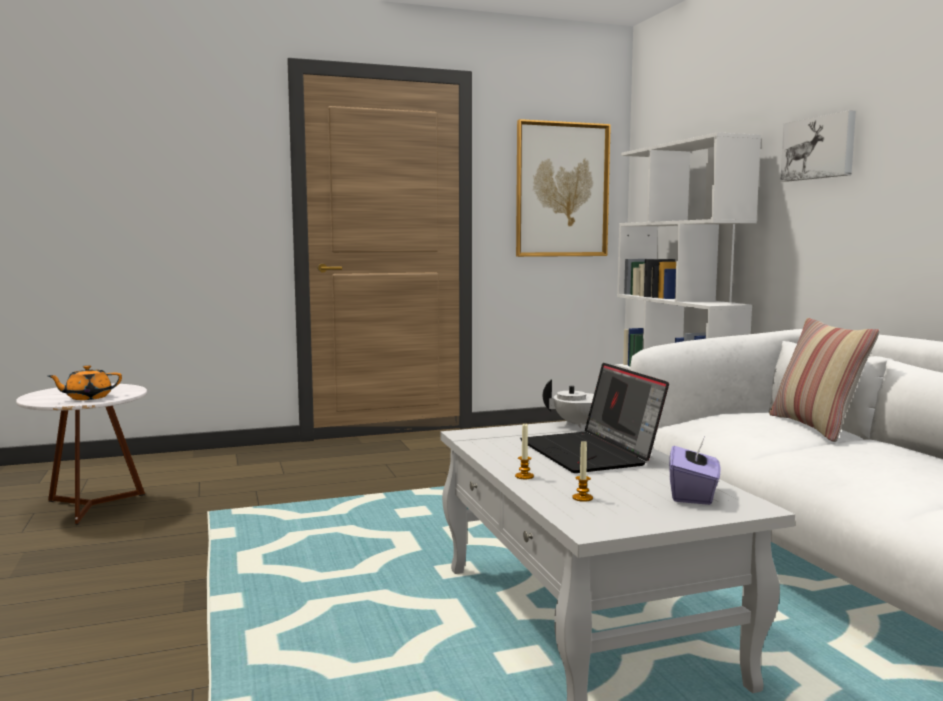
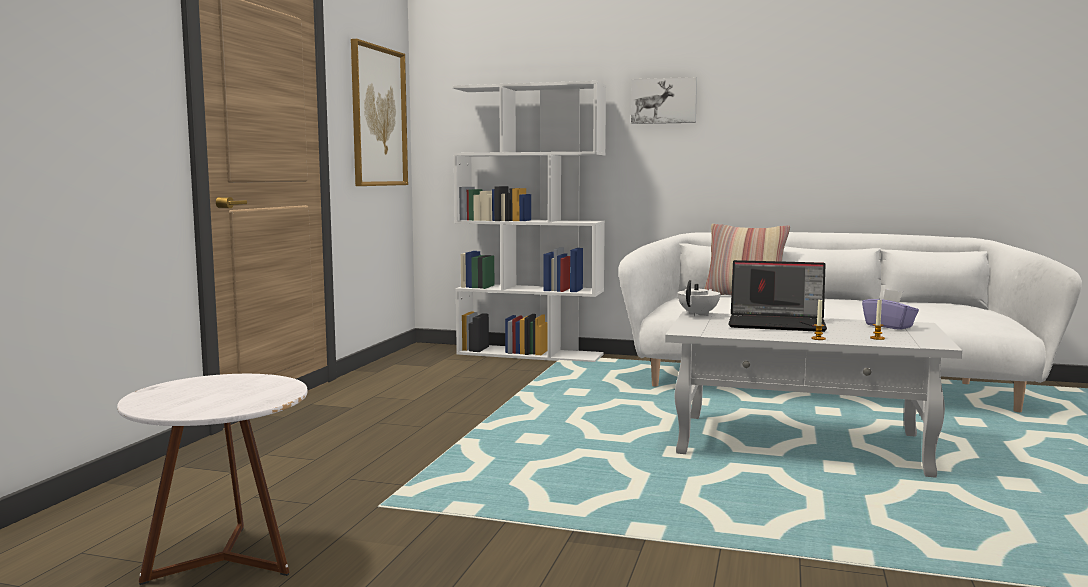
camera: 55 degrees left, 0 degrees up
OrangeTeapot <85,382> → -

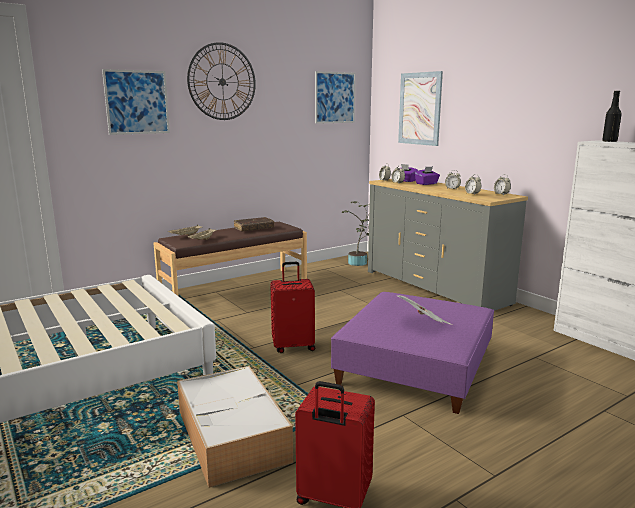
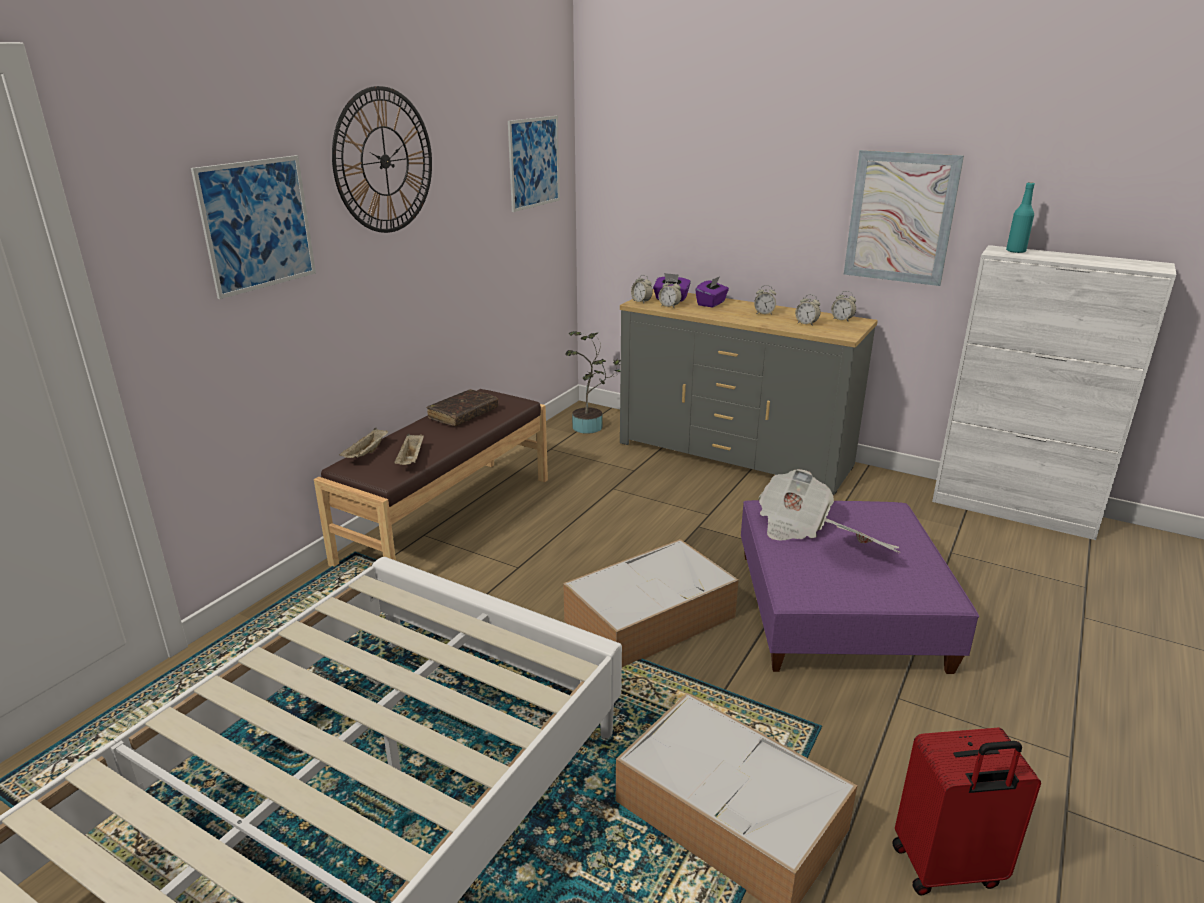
camera: 25 degrees left, 10 degrees up
RedSuitcase <292,307> → StorageBox <651,603>
Picture <420,108> → Picture <904,218>, shifted
BlackBottle <611,116> → TurquoiseBottle <1020,217>
- → Newspaper <796,505>

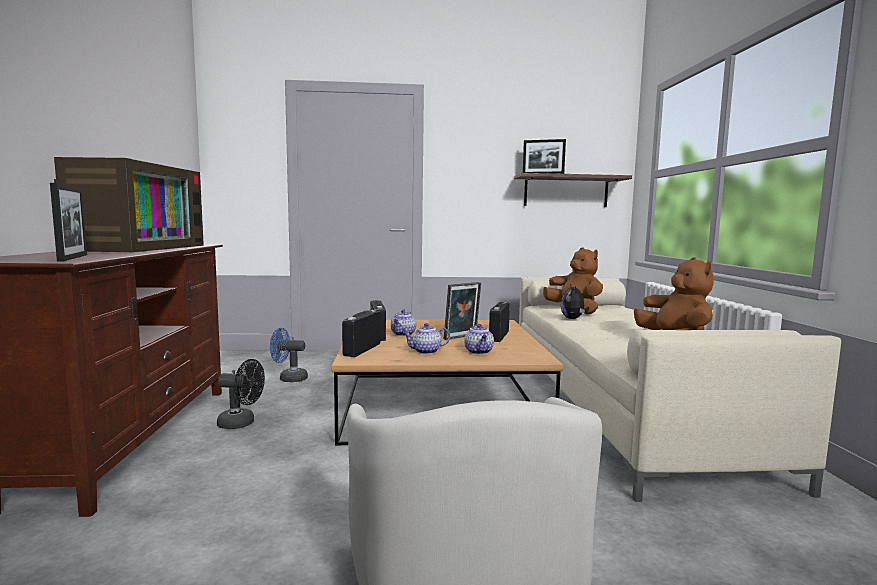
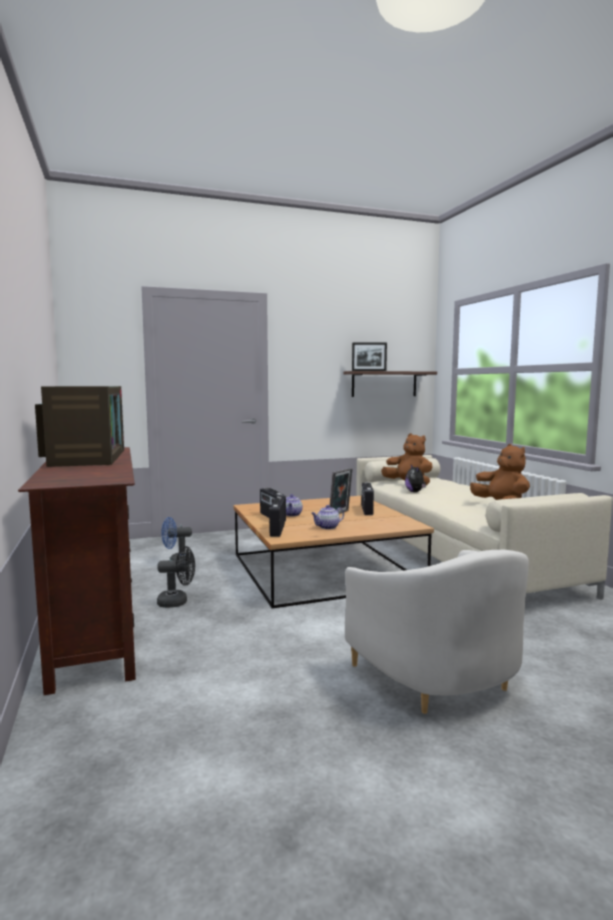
camera: 15 degrees left, 0 degrees up
PictureFrame <68,222> → -
Teapot <479,339> → -

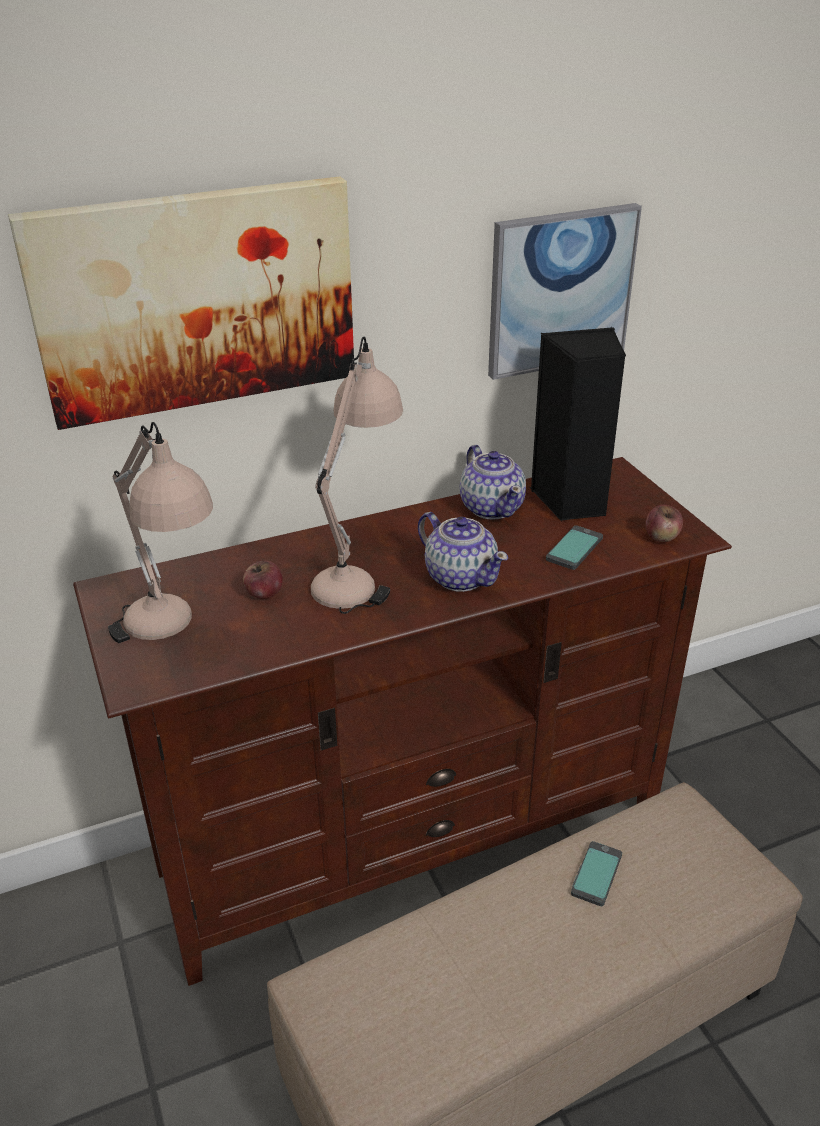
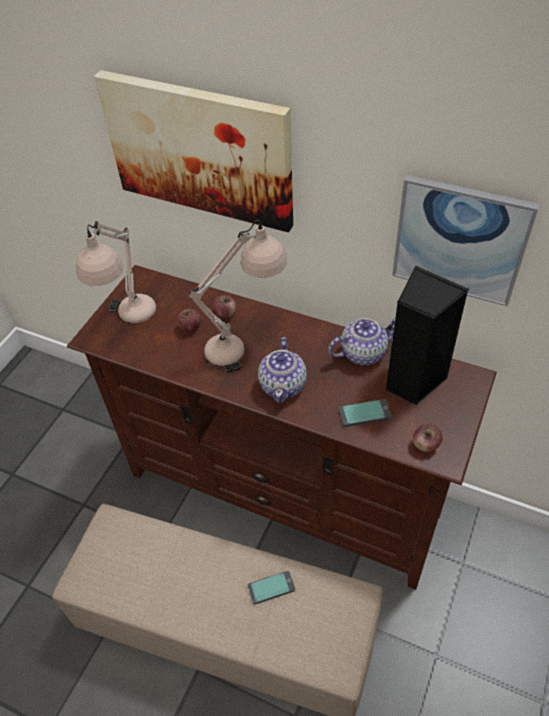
camera: 50 degrees right, 15 degrees up
Teapot <493,482> → Teapot <361,341>, 135 degrees counterclockwise
- → Apple <224,307>

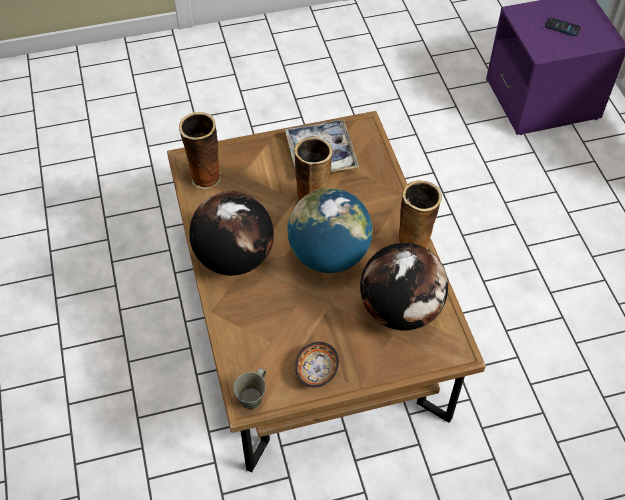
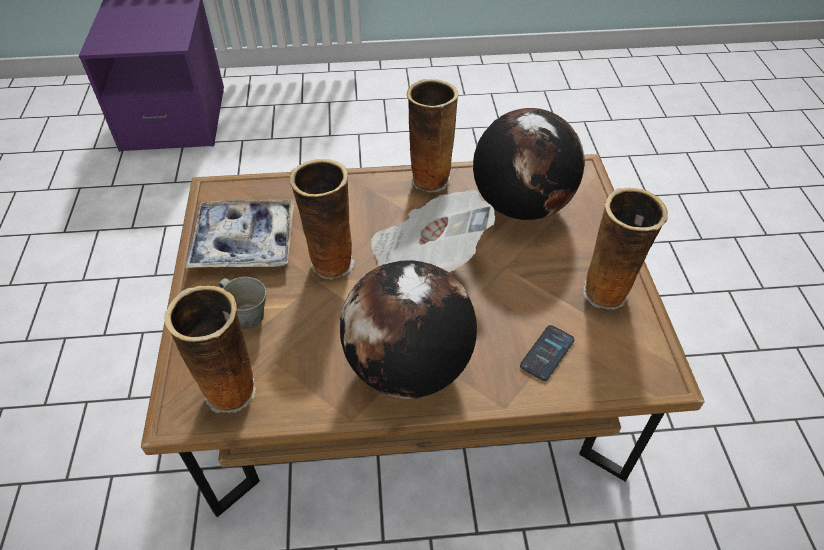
camera: 80 degrees left, 5 degrees down
GreyMug <249,388> → GreyMug <242,303>, shifted
Globe <330,230> → Newspaper <433,231>
Bowl <317,365> → Vase <625,249>
Phone <563,26> → Phone <547,353>, shifted

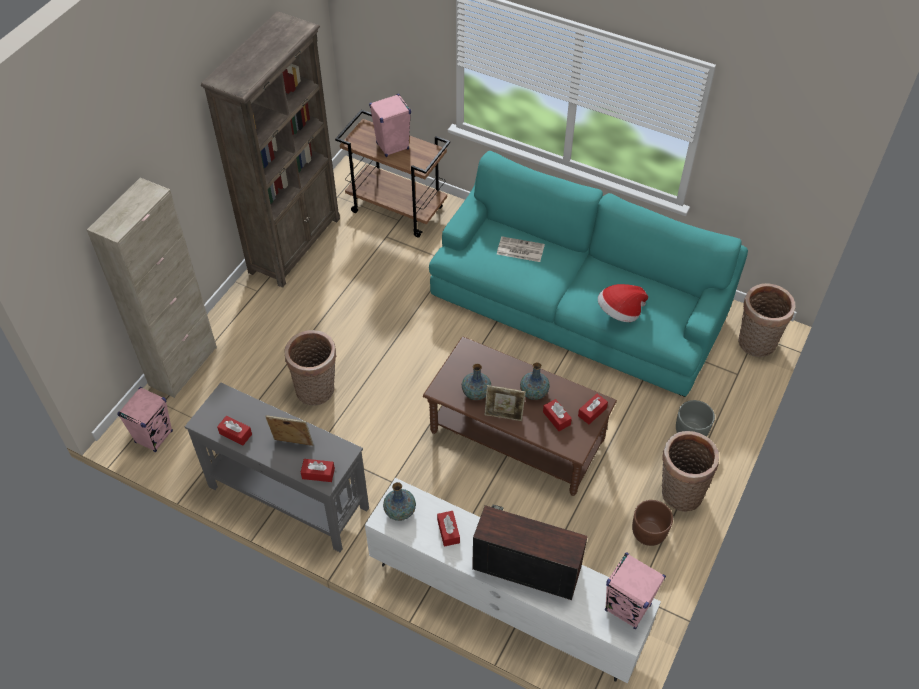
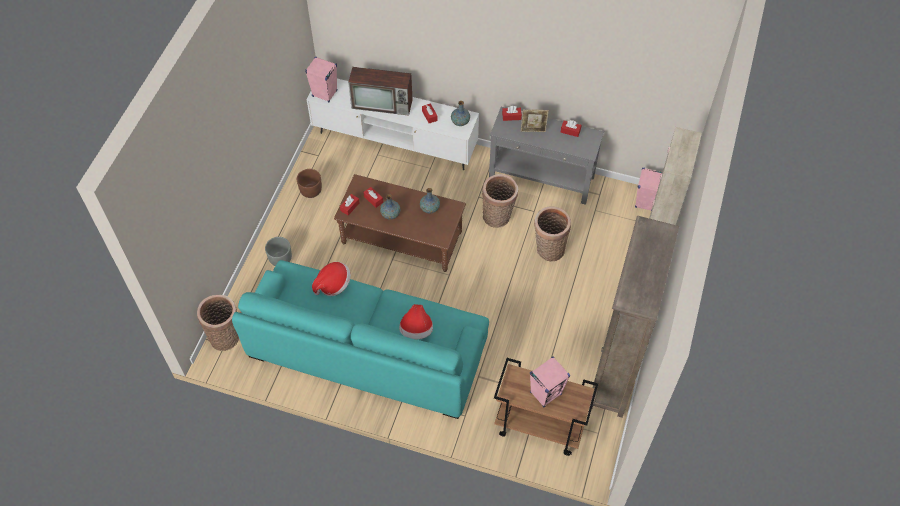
camera: 170 degrees right, 5 degrees up
PictureFrame <505,403> → -
Newspaper <521,249> → Hat <416,321>
Basket <690,471> → Basket <500,201>, shifted

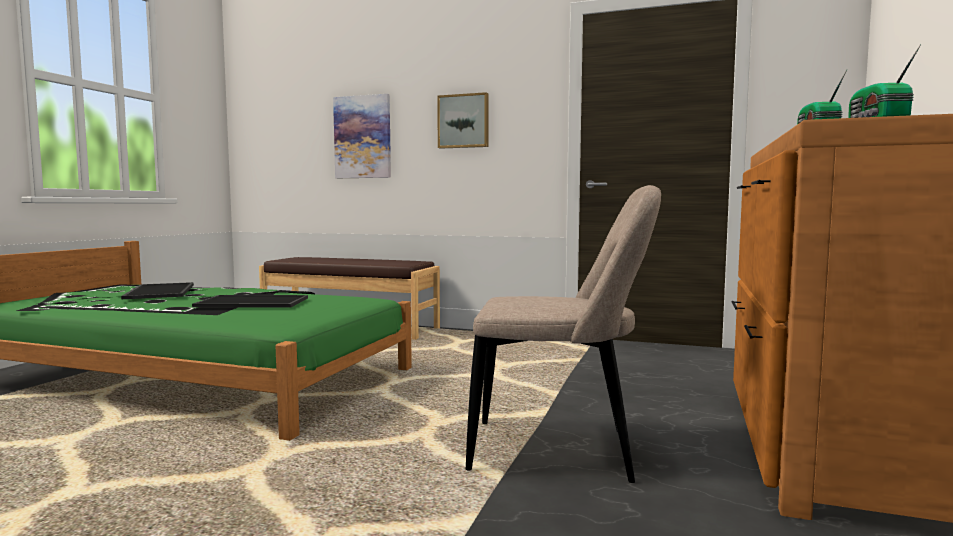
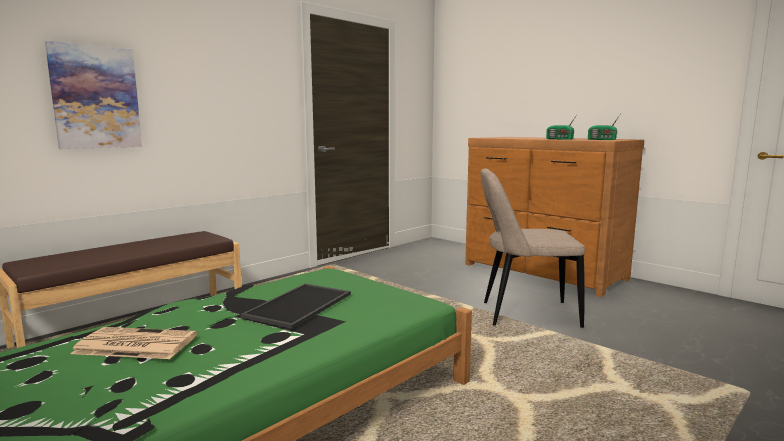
camera: 65 degrees left, 5 degrees up
Tray <157,290> → Newspaper <133,343>
Picture <463,120> → -
BeigeChair <563,334> → BeigeChair <532,248>, 120 degrees counterclockwise

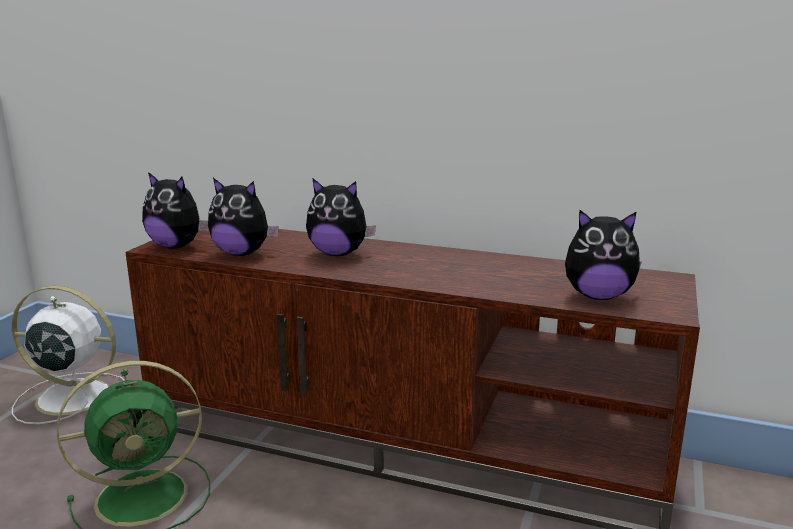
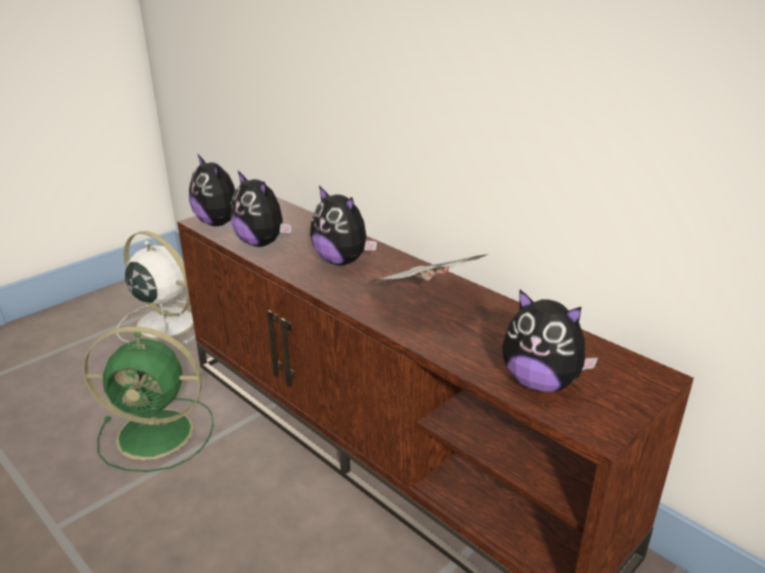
camera: 25 degrees right, 10 degrees up
- → Newspaper <429,268>

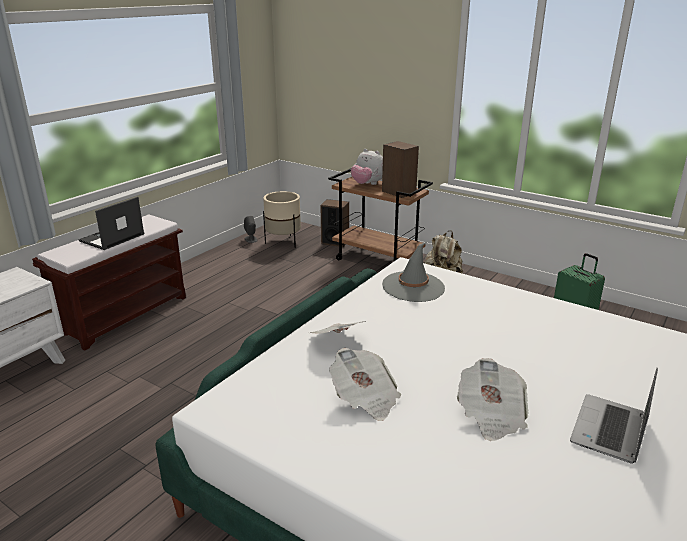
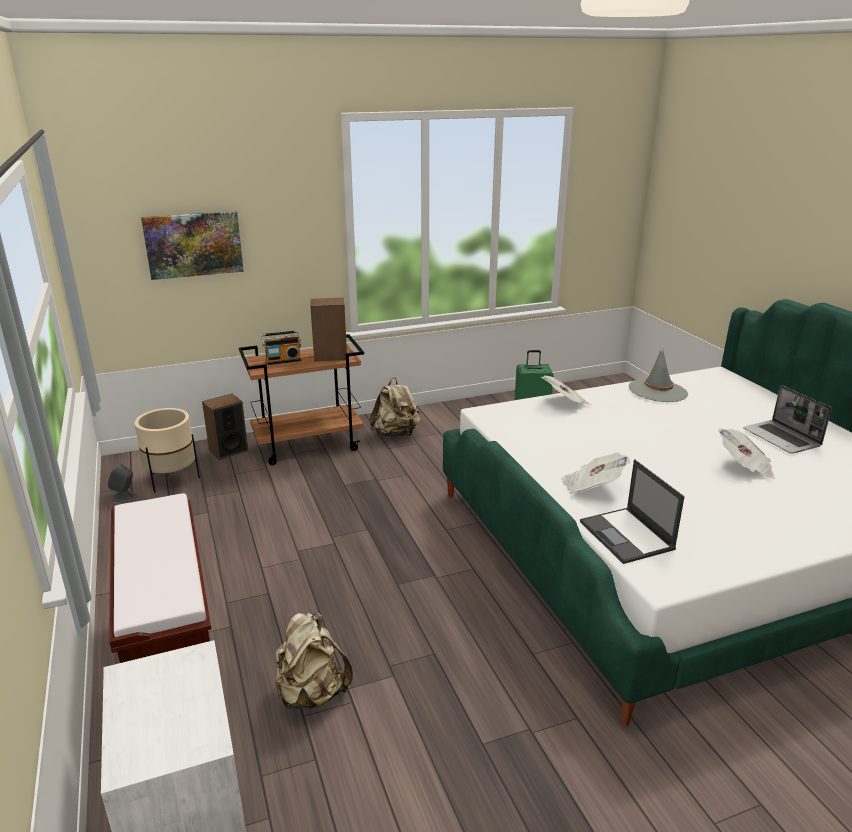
camera: 55 degrees left, 0 degrees up
Laptop <111,223> → Laptop <632,511>, shifted
Newspaper <365,384> → Newspaper <566,390>, shifted
PlushToy <367,167> → Radio <281,347>
GreyHat <413,272> → GreyHat <658,375>, shifted
- → Picture <192,245>
- → BeigeBackpack <314,661>

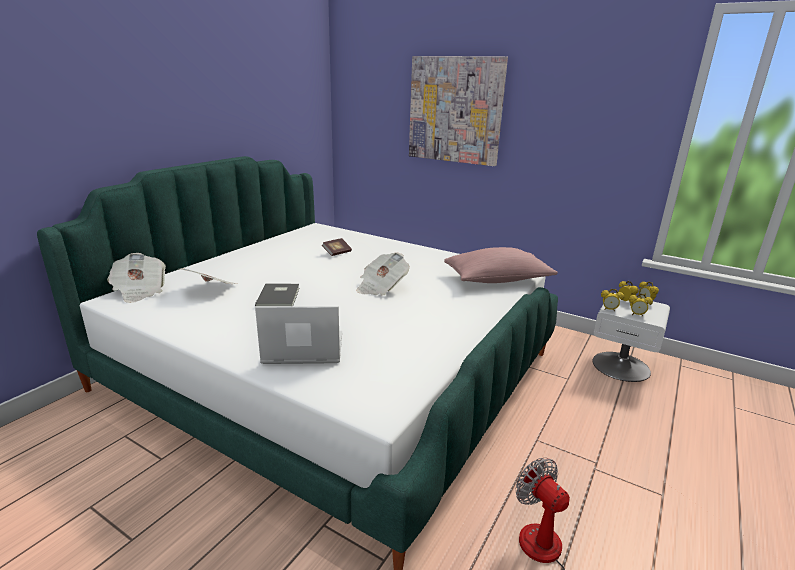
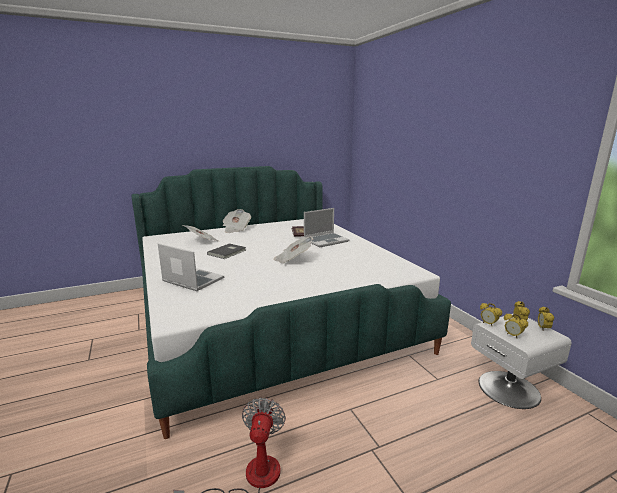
camera: 35 degrees right, 5 degrees down
Newspaper <136,278> → Newspaper <237,221>, shifted
Picture <458,111> → -
PinkPillow <501,265> → -
- → Laptop <326,228>

